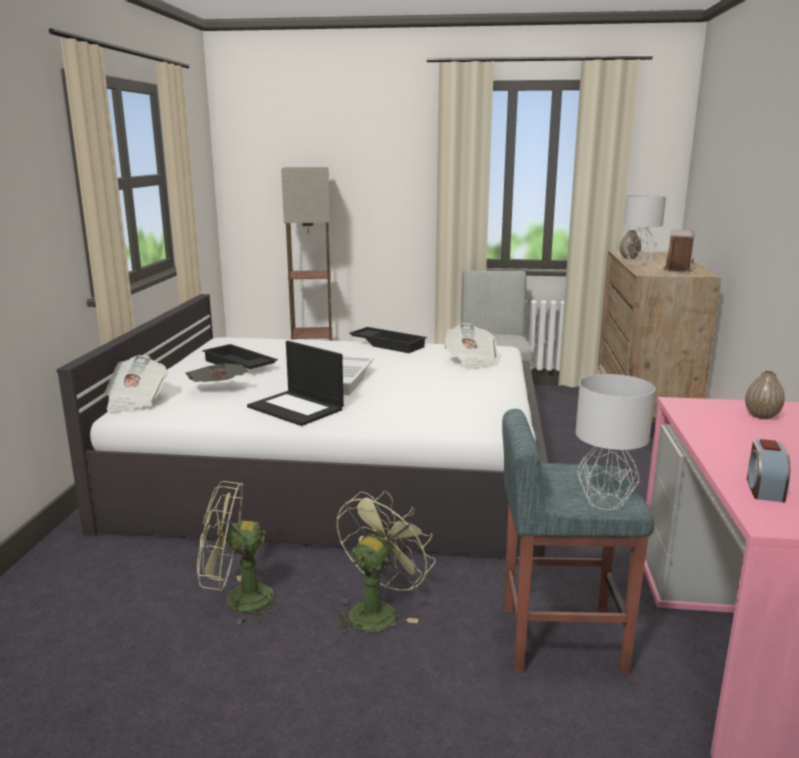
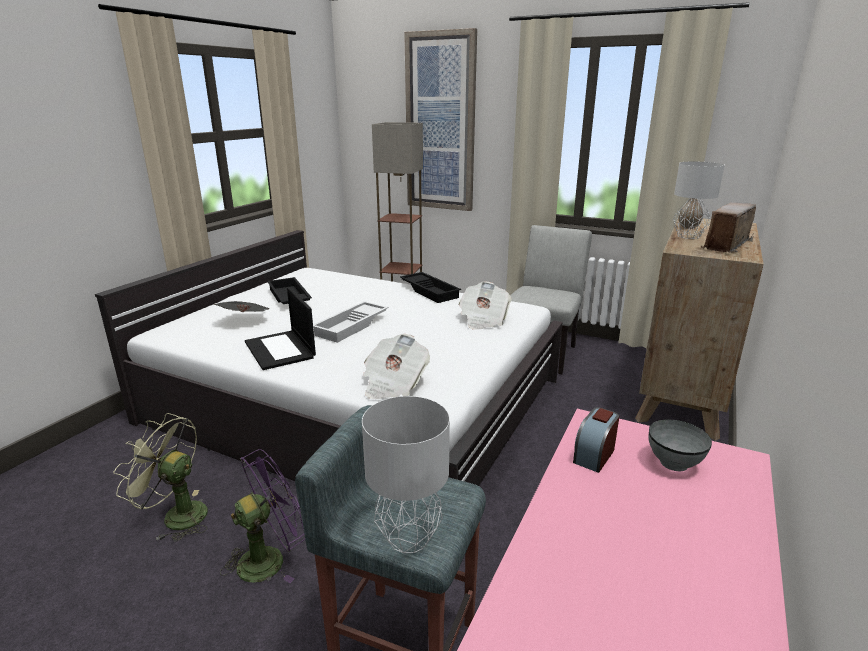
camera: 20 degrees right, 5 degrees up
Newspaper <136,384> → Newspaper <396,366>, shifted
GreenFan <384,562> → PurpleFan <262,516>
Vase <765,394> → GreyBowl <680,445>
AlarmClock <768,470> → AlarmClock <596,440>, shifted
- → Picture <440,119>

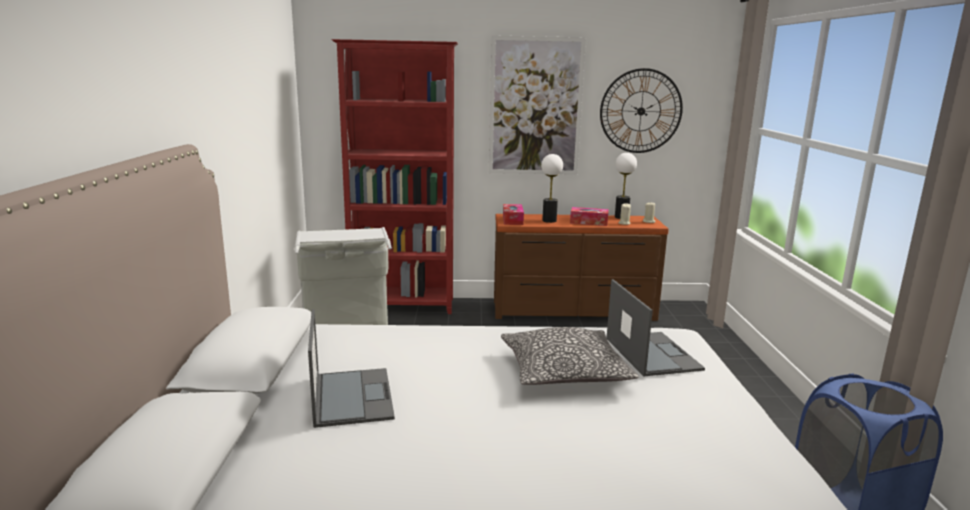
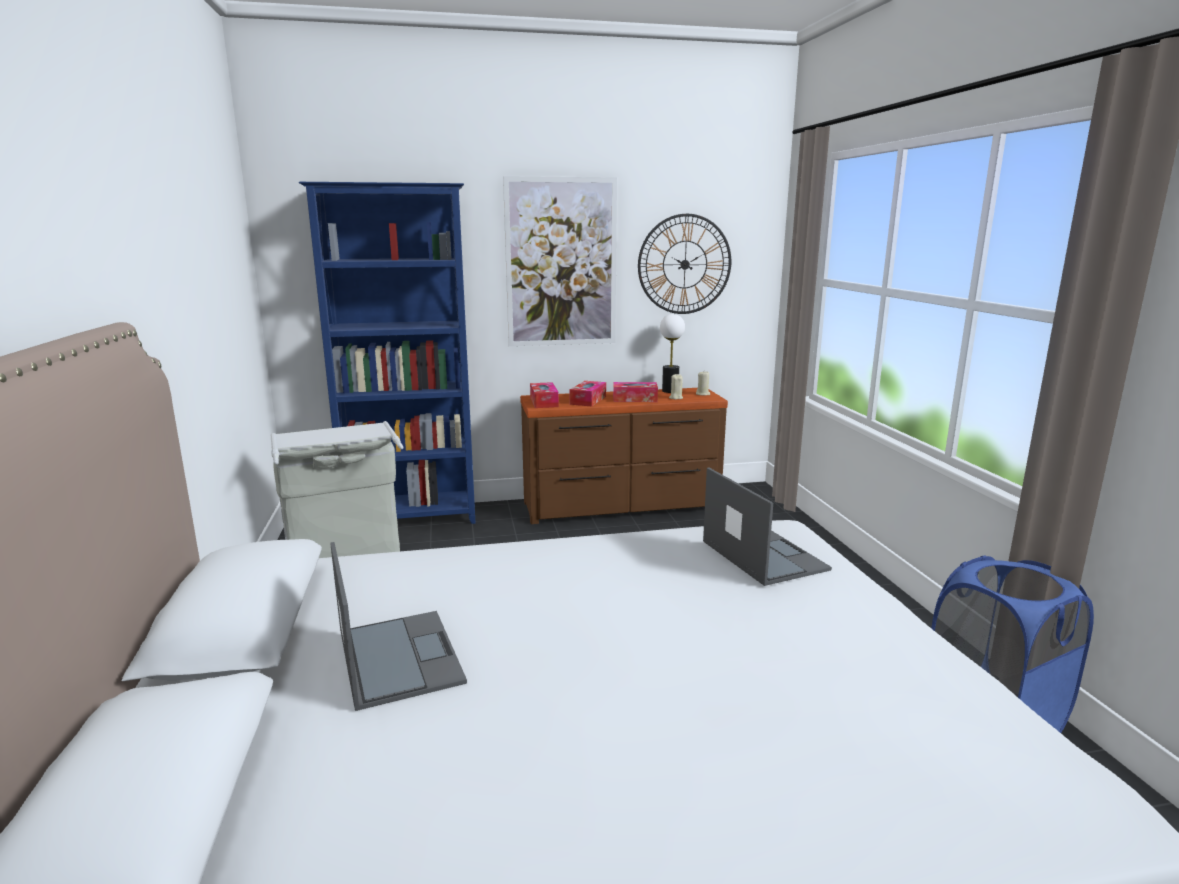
camera: 10 degrees left, 0 degrees up
RedBookcase <395,176> → BlueBookcase <387,353>
Pillow <570,356> → -
TableLamp <552,188> → TissueBox <588,394>

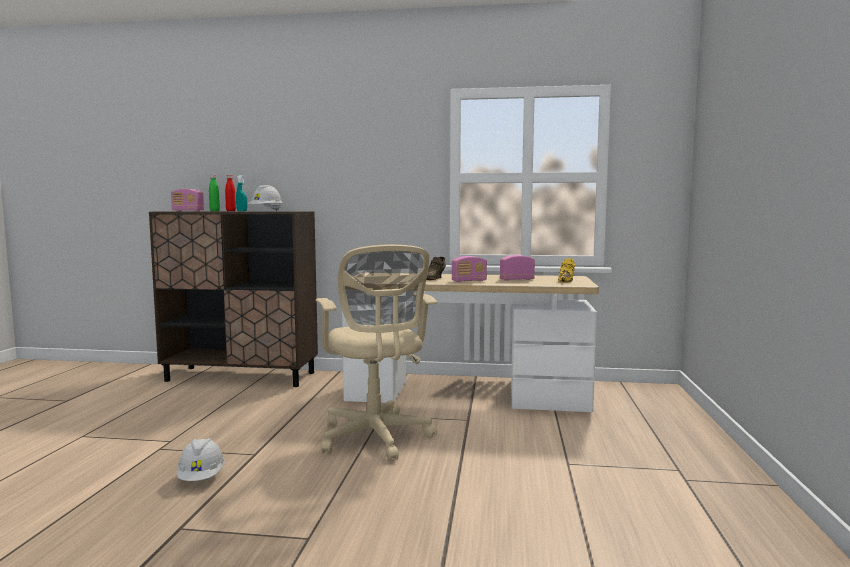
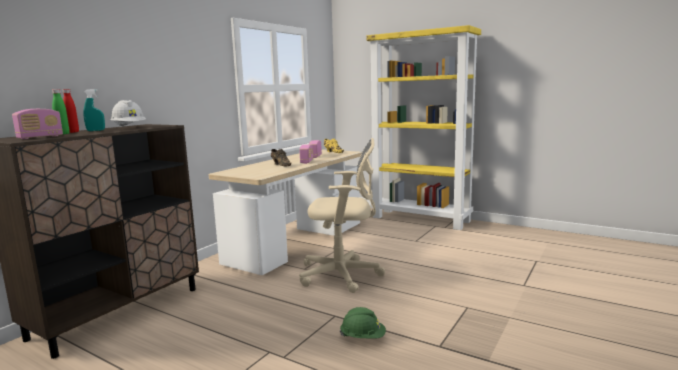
camera: 65 degrees left, 5 degrees up
WhiteHardHat <201,459> → GreenHardHat <363,322>
- → YellowBookcase <423,127>

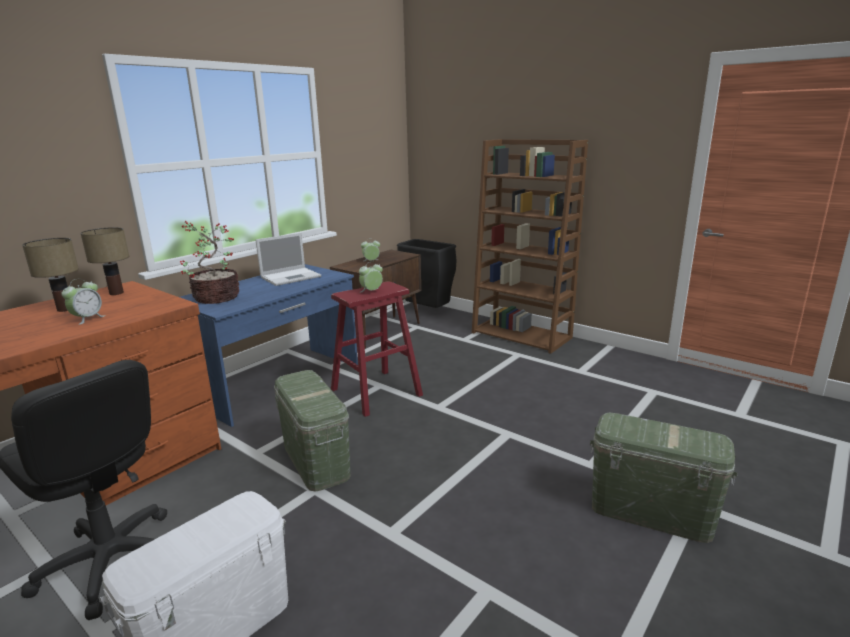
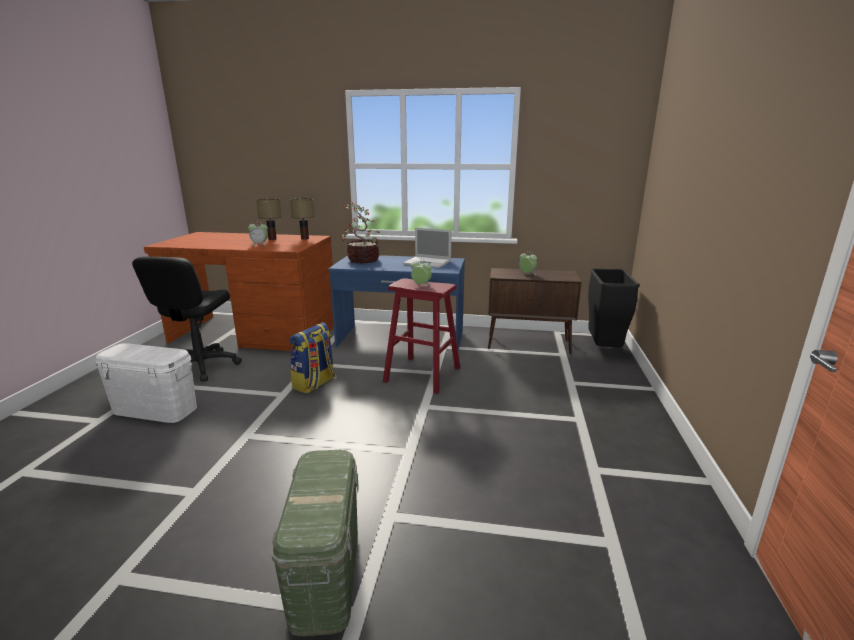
camera: 60 degrees right, 0 degrees up
GreenStorageBox <312,431> → Backpack <312,358>
BrownBookcase <530,246> → -

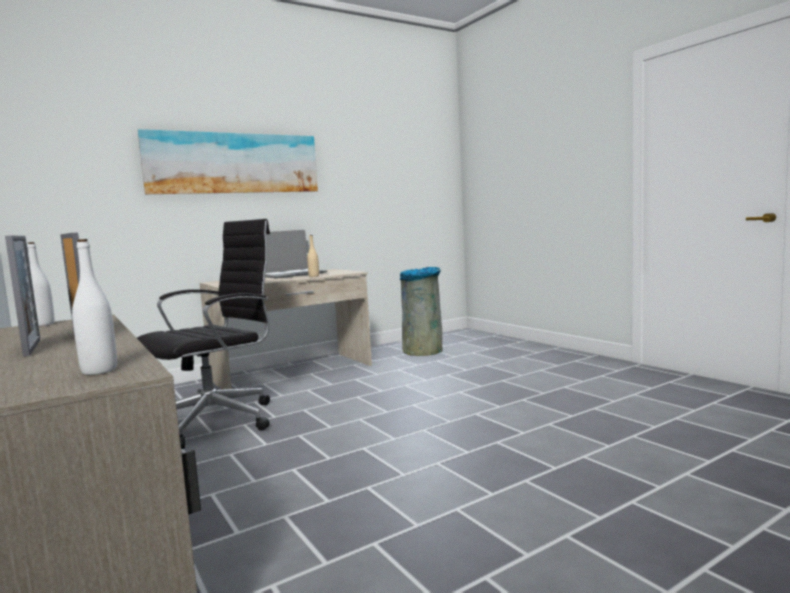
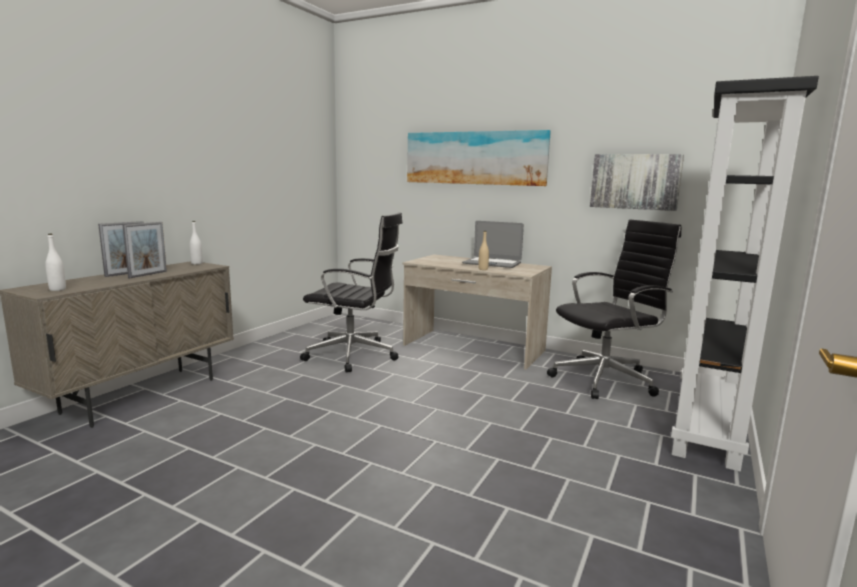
camera: 60 degrees right, 5 degrees up
GreyTrashCan <421,311> → BlackOfficeChair <614,309>
- → Picture <637,182>
- → BlackBookcase <745,273>

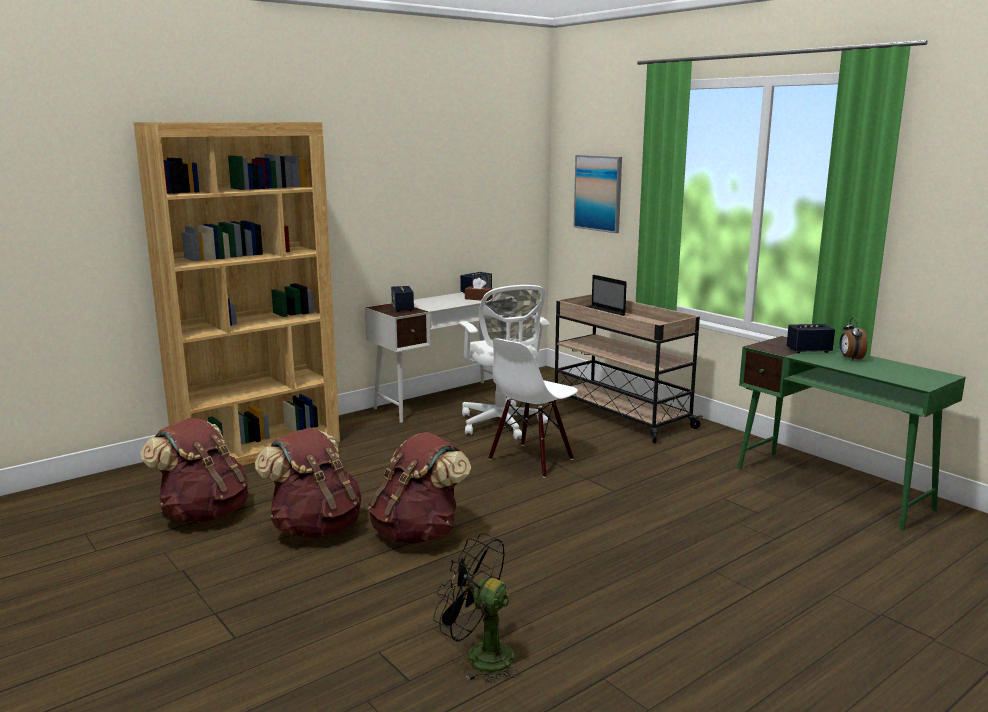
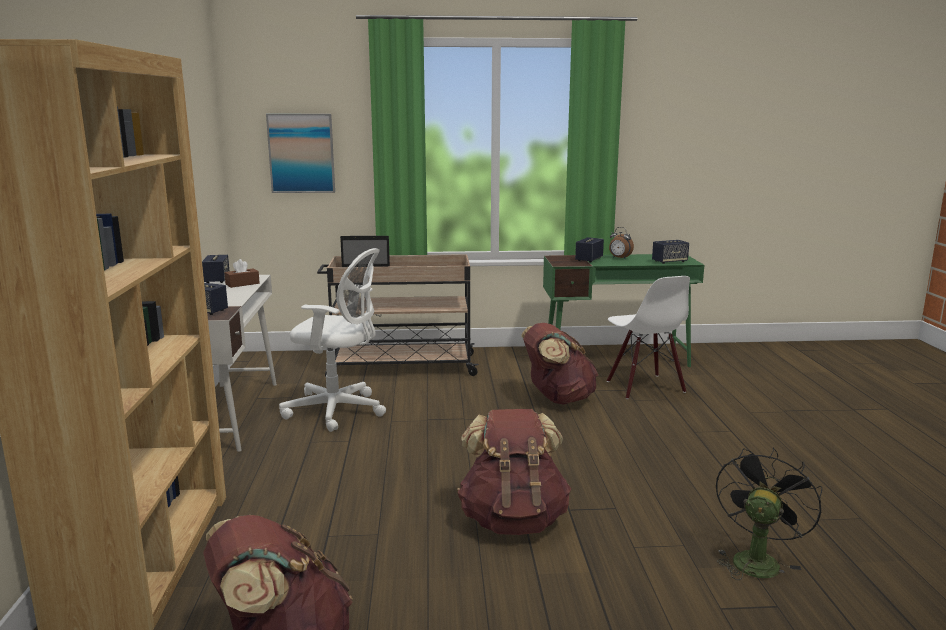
camera: 55 degrees left, 0 degrees up
BrownBackpack <308,483> → BrownBackpack <560,363>, shifted
BlackFan <477,608> → BlackFan <769,513>, 150 degrees clockwise
WhiteChair <533,408> → WhiteChair <648,337>, shifted
- → Speaker <670,252>

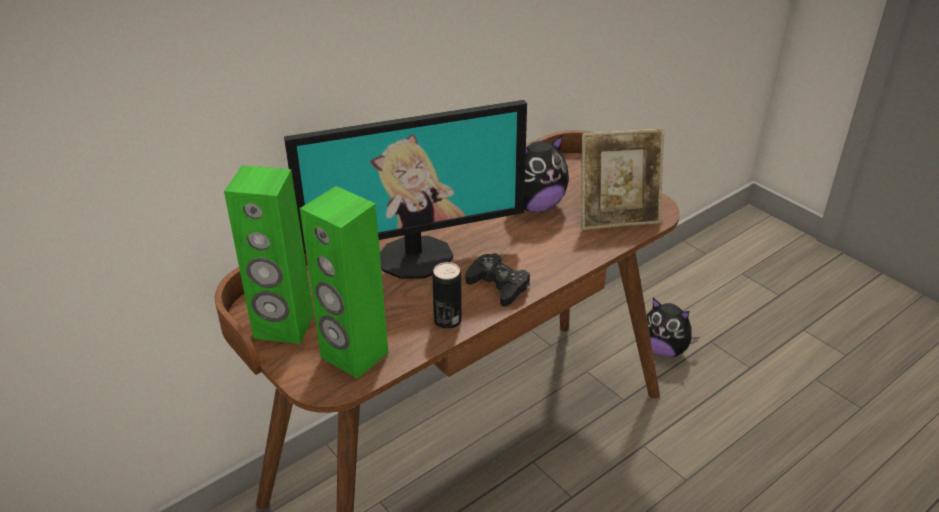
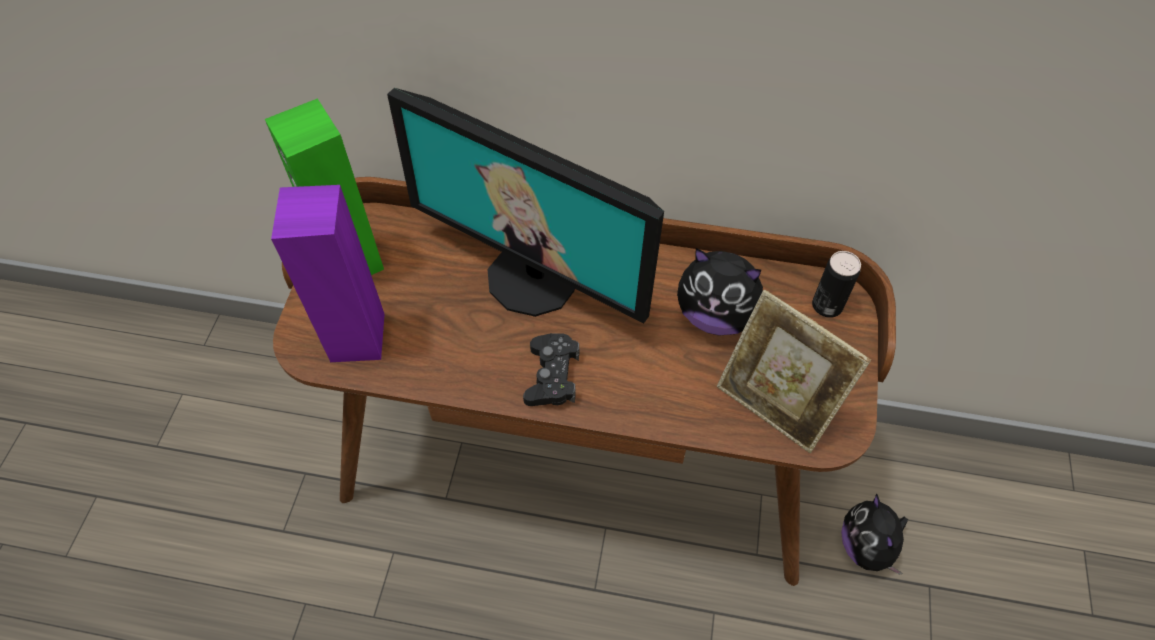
camera: 50 degrees right, 20 degrees up
GreenSpeaker <344,282> → PurpleSpeaker <328,273>
Can <447,295> → Can <836,284>, shifted

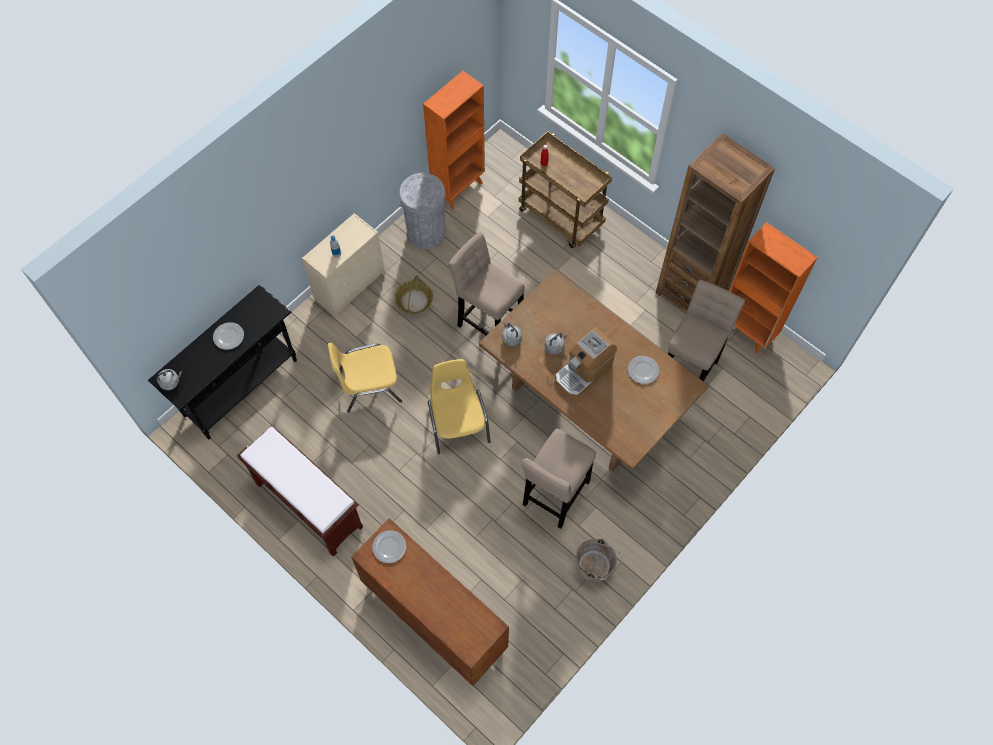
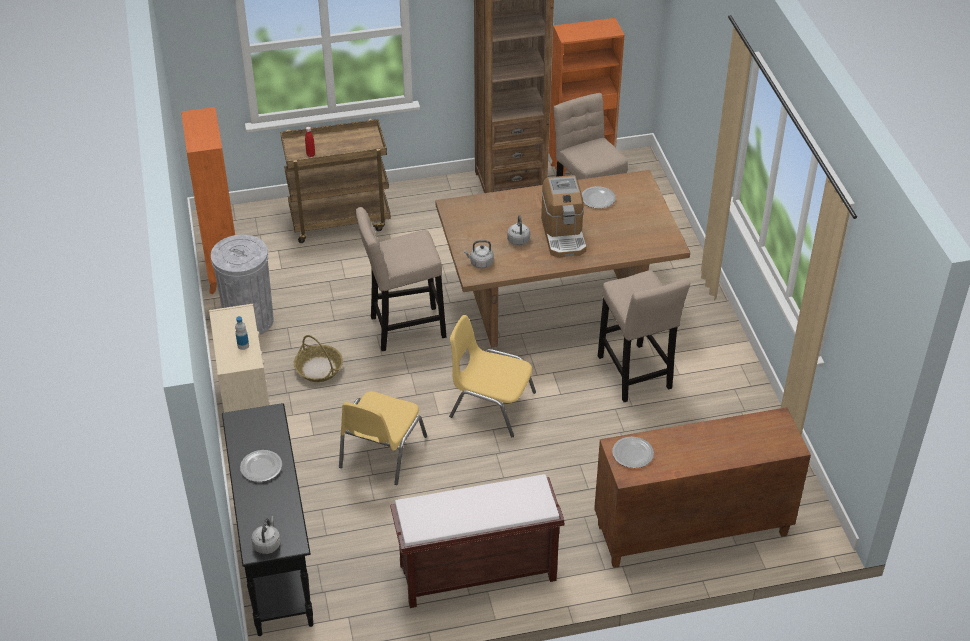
camera: 55 degrees left, 20 degrees down
BrownBucket <598,561> → -

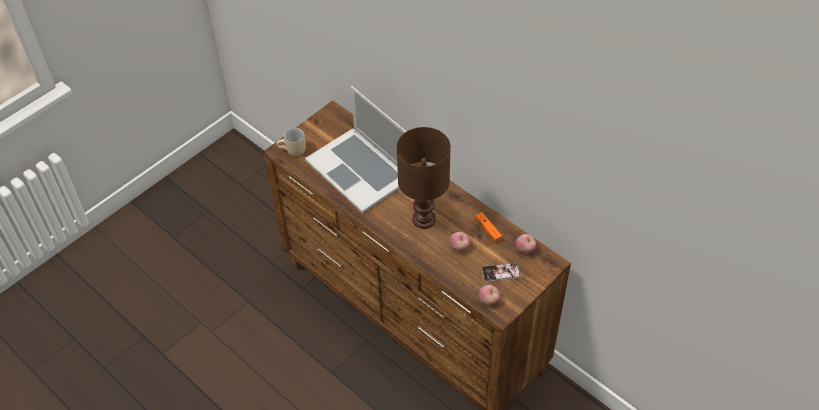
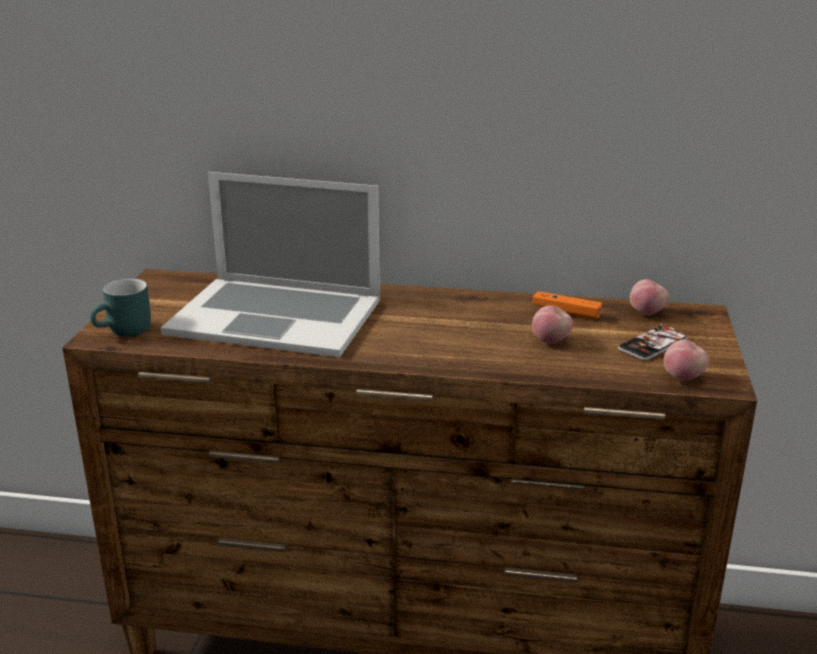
camera: 35 degrees left, 25 degrees down
BeigeMug <291,142> → TurquoiseMug <120,307>
BrownTableLamp <424,178> → -

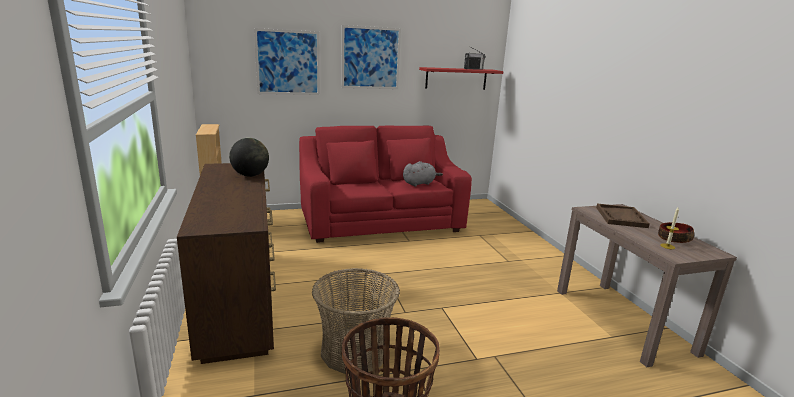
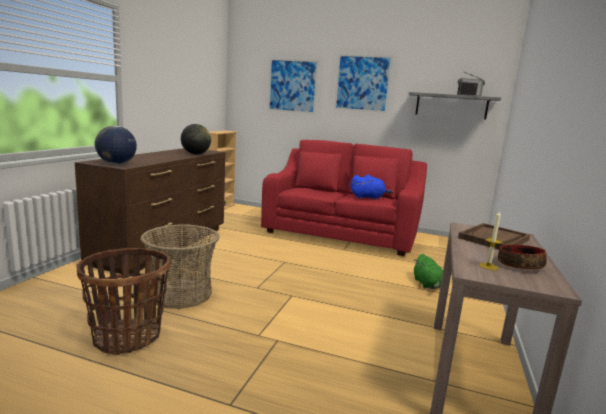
camera: 35 degrees right, 5 degrees down
GreyPlushToy <423,174> → BluePlushToy <372,187>
RedShelf <461,78> → GreyShelf <454,106>
- → Globe <116,145>
- → GreenPlushToy <428,271>

